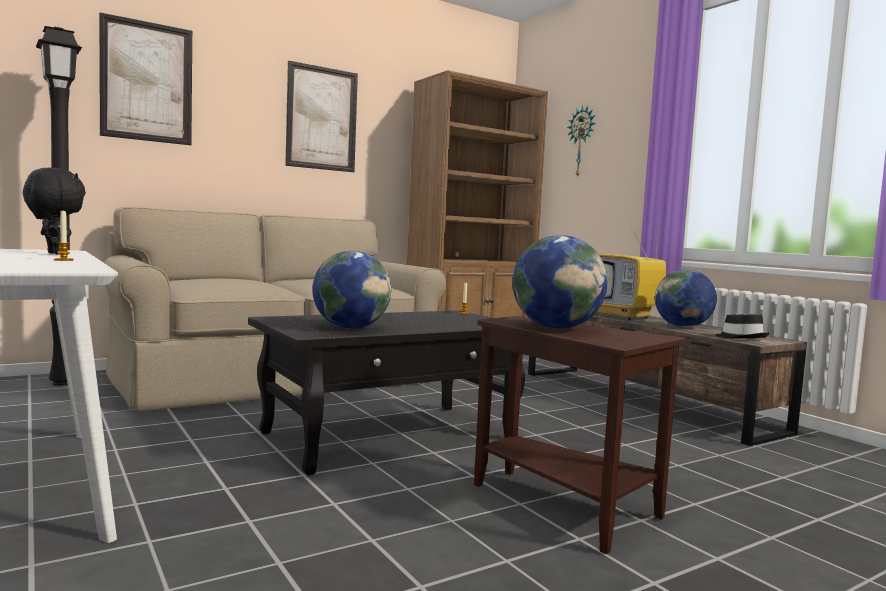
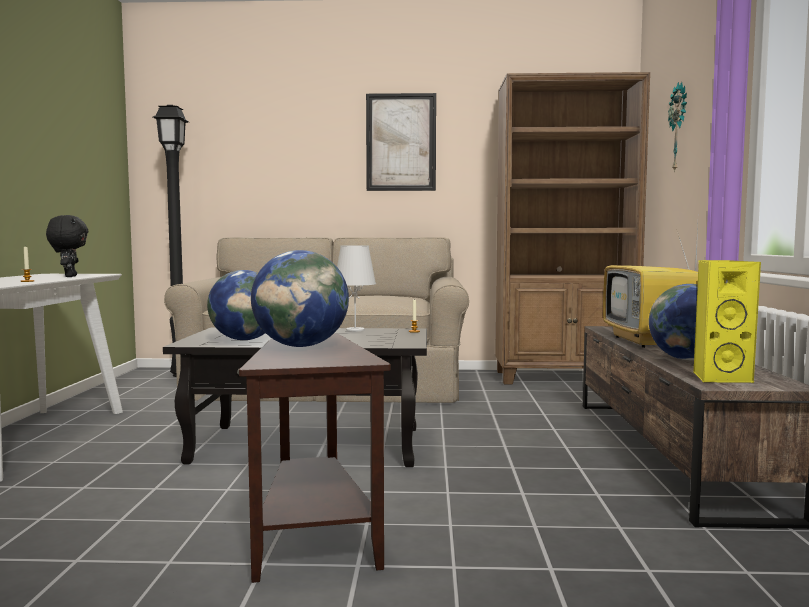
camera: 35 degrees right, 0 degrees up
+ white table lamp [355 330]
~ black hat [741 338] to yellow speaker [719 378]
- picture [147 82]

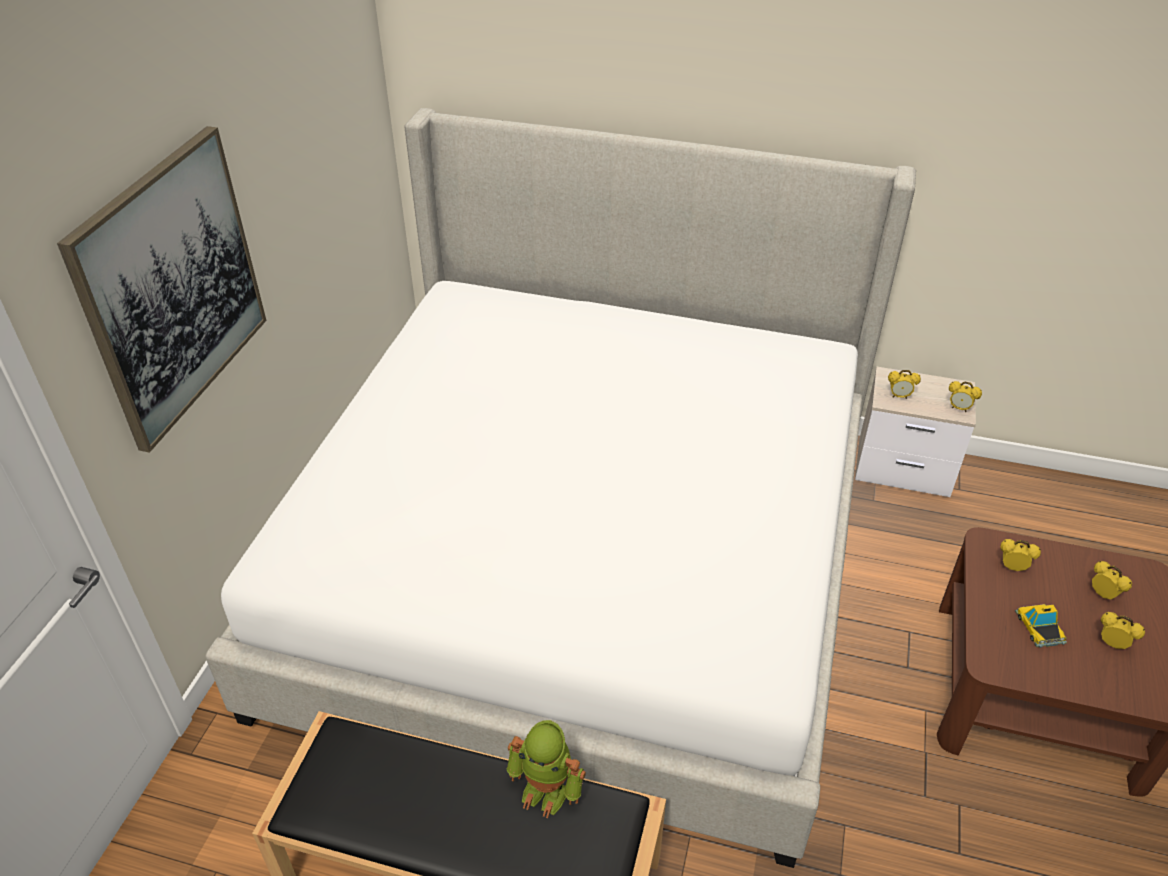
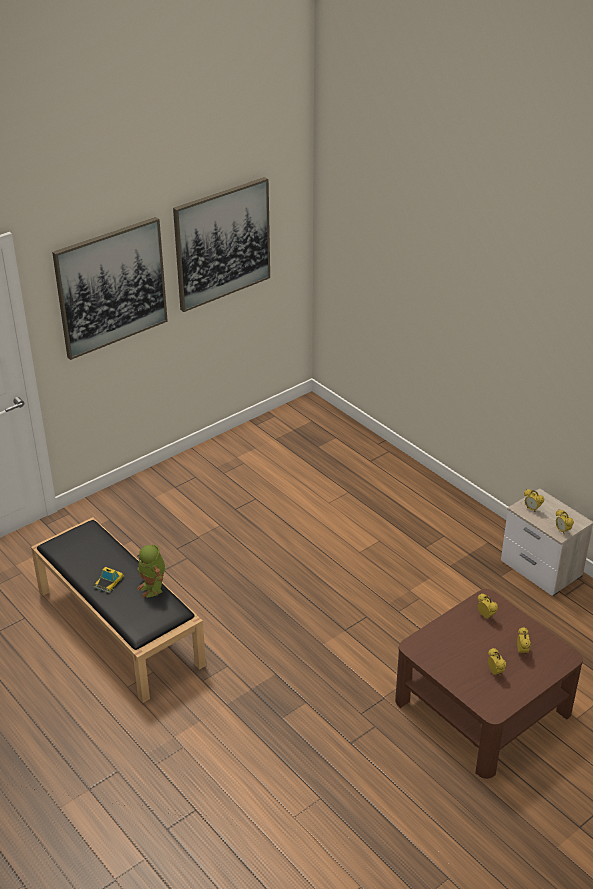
camera: 35 degrees right, 5 degrees down
~ toy car [1039 627] to [109 582]
+ picture [222 243]
- bed [584 562]

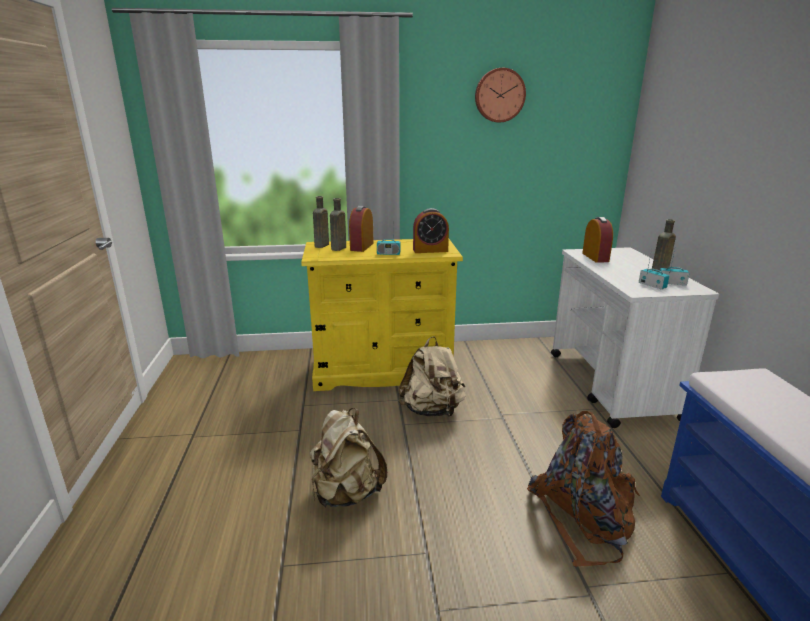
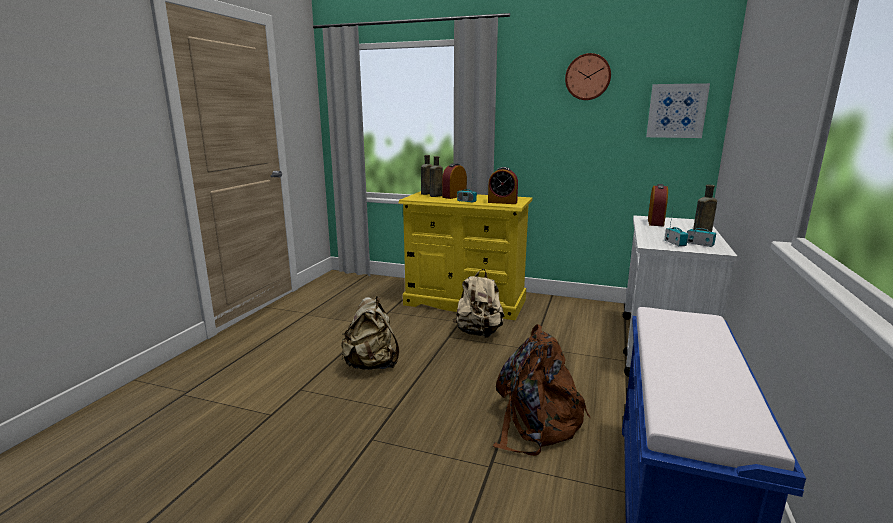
camera: 25 degrees right, 5 degrees down
+ picture [676 111]

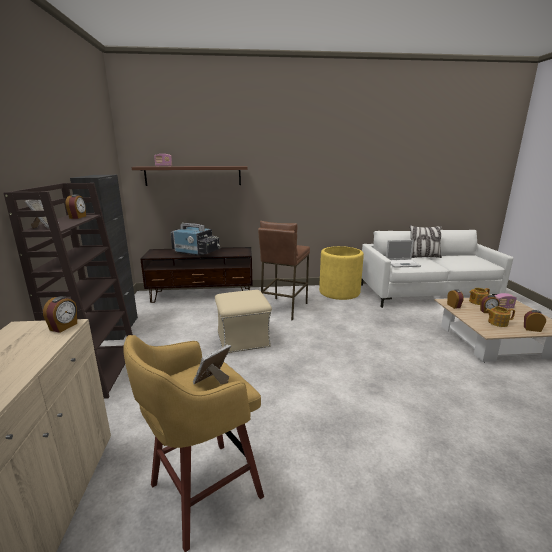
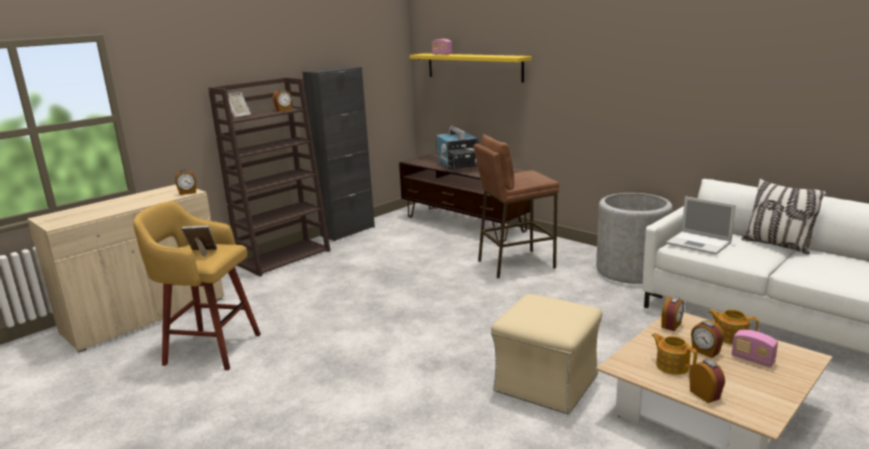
camera: 50 degrees right, 0 degrees up
~ brown shelf [193 176] to yellow shelf [473 67]
~ beige ottoman [243 339] to [547 383]
~ yellow planter [339 292] to grey planter [631 270]

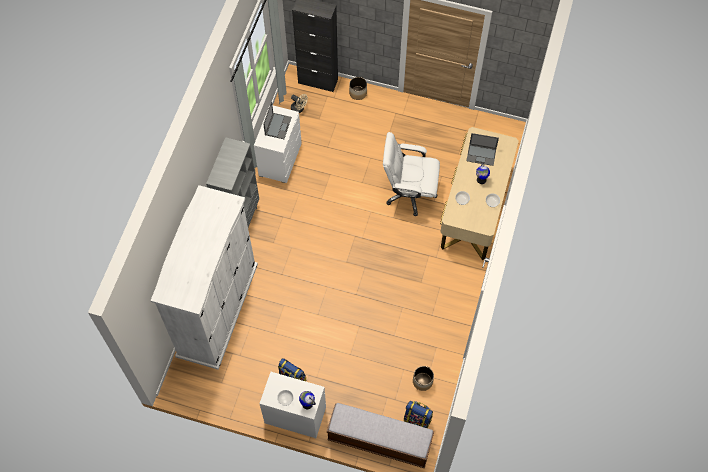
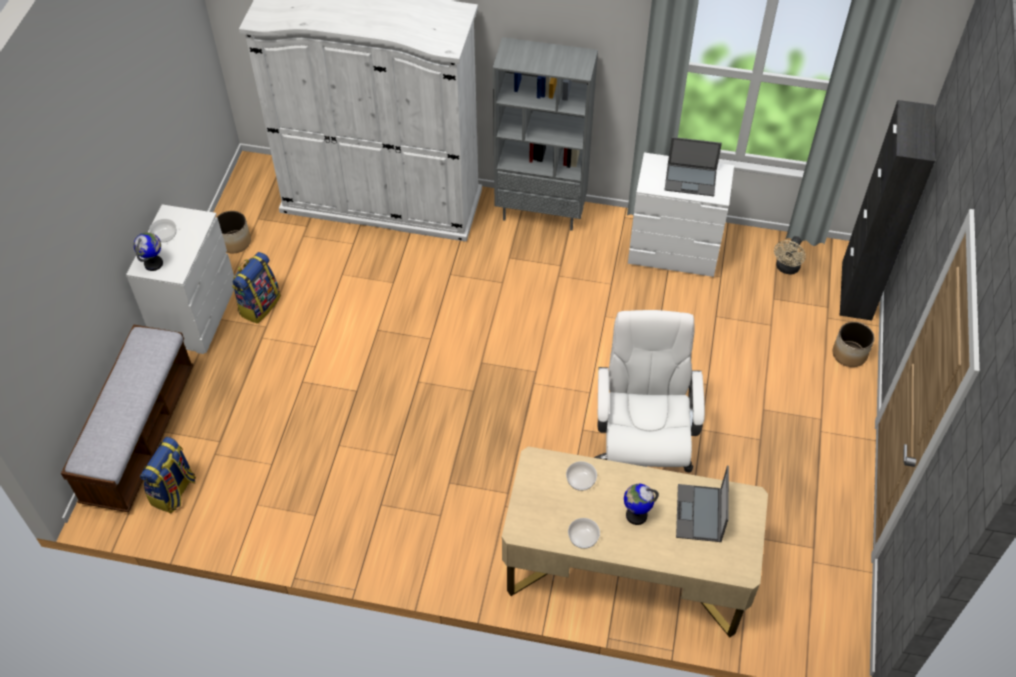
camera: 85 degrees right, 10 degrees down
~ planter [422 381] to [235 242]

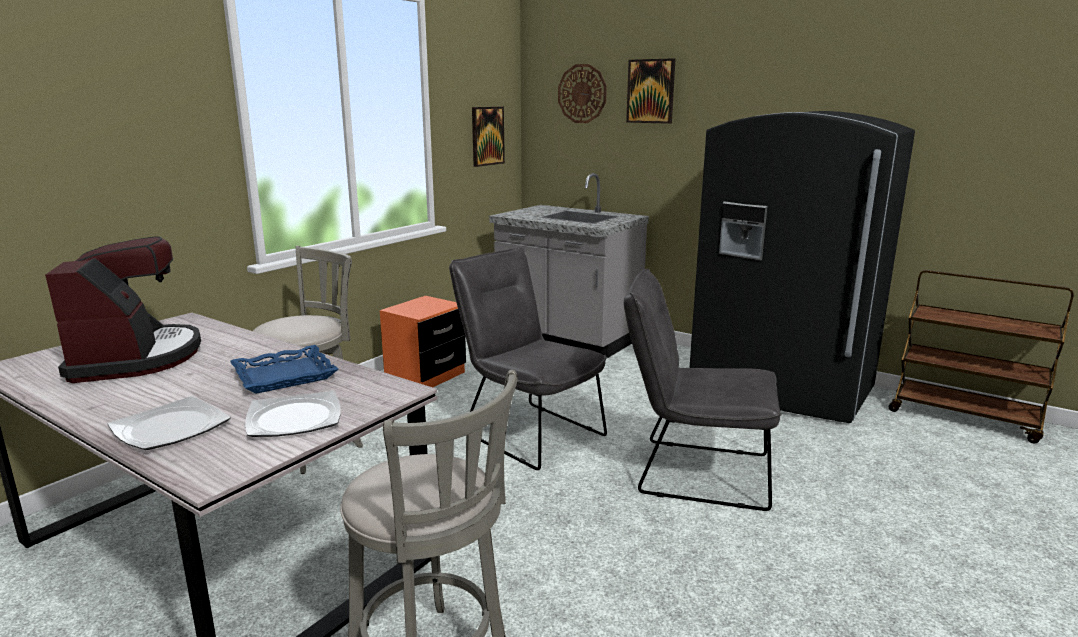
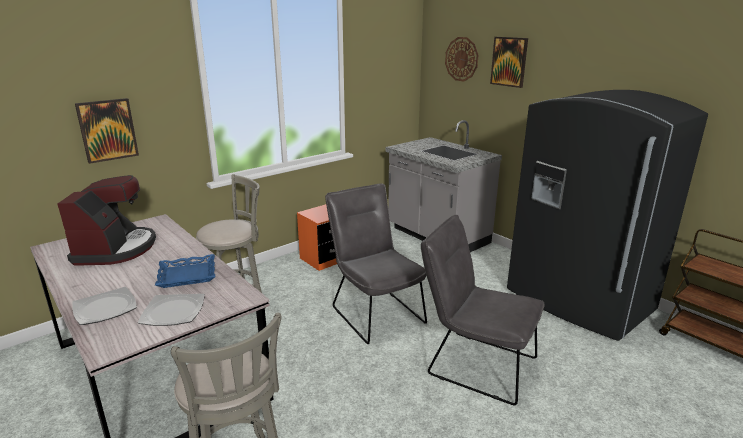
camera: 15 degrees right, 5 degrees up
~ picture [487 136] to [107 130]

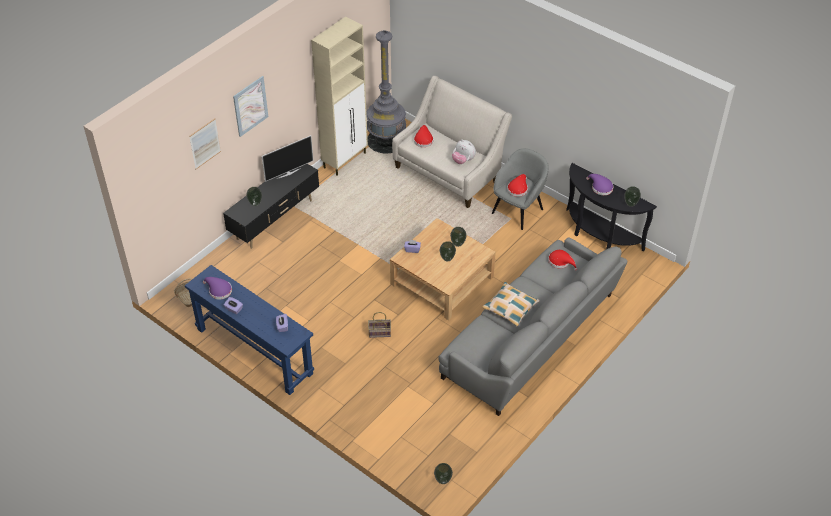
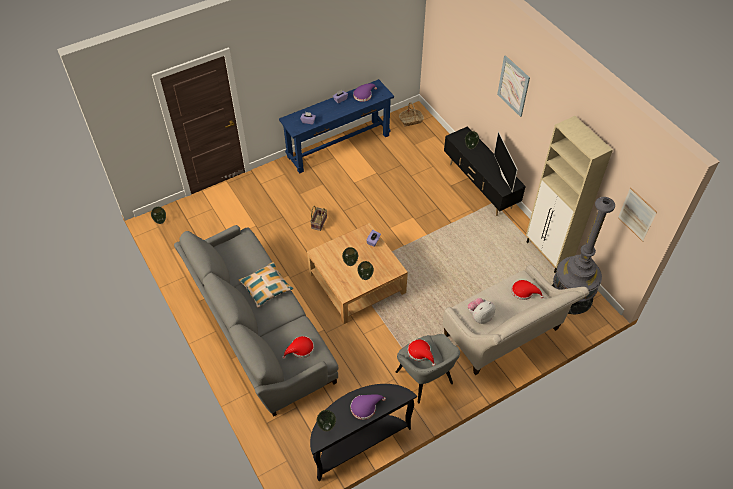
camera: 110 degrees right, 5 degrees up
~ picture [205 143] to [637 214]

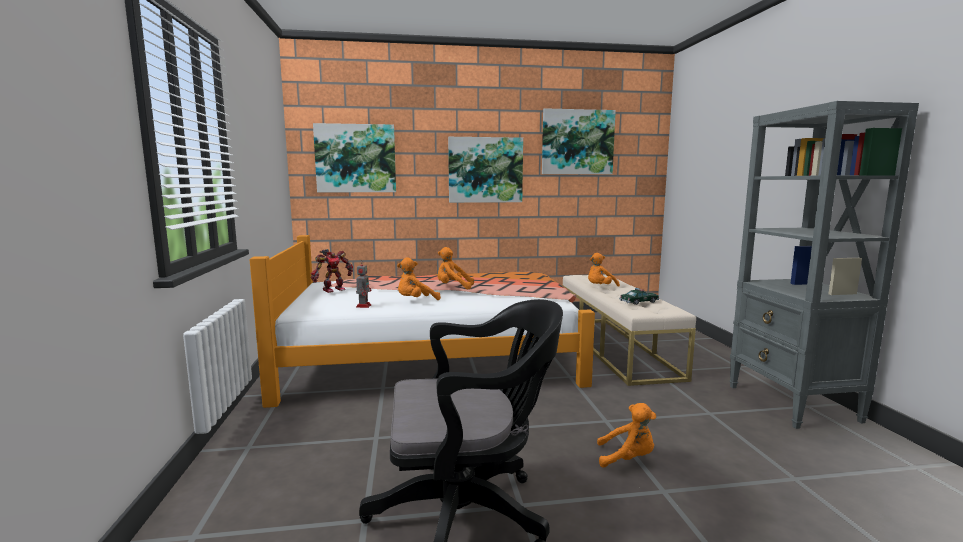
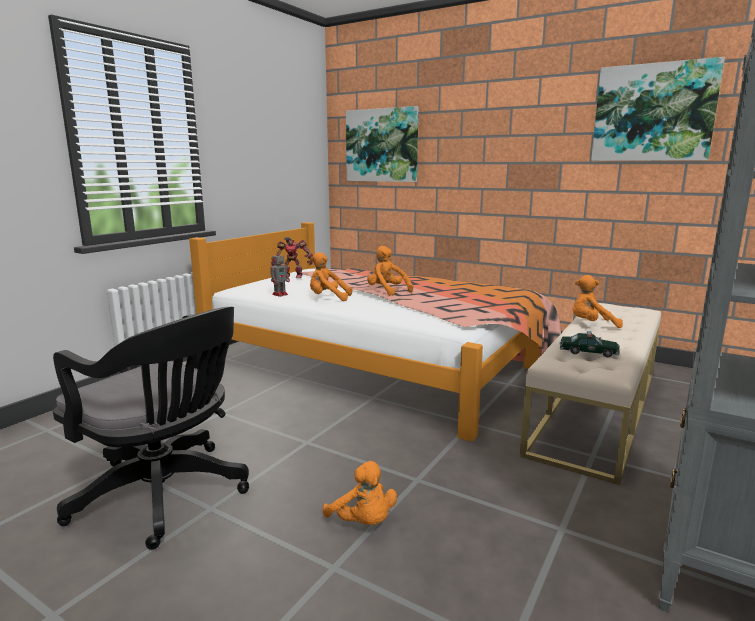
camera: 40 degrees right, 5 degrees up
- picture [485 170]

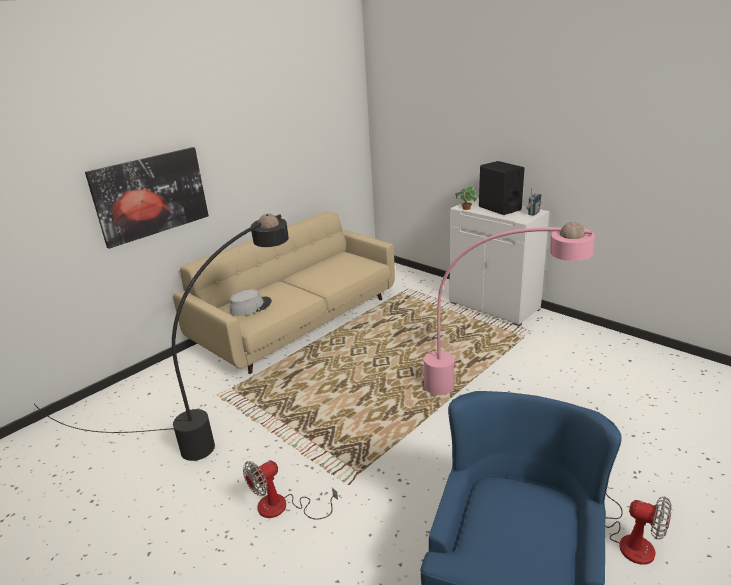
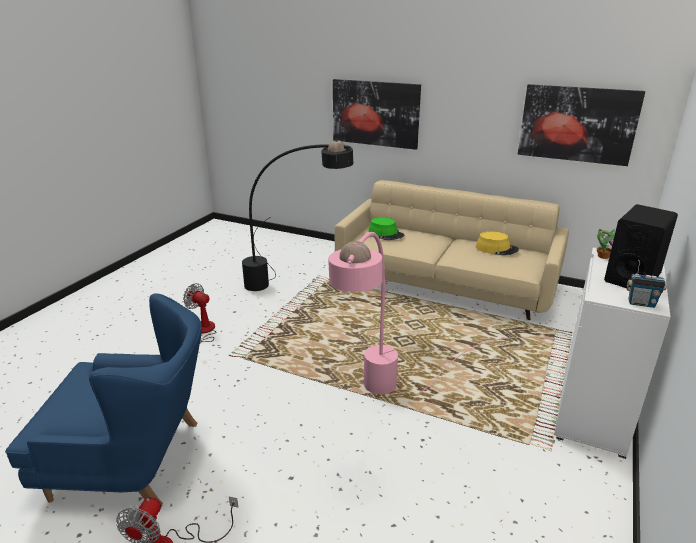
camera: 70 degrees right, 0 degrees up
~ grey hat [250 307] to green hat [386 234]
+ yellow hat [496 249]
+ picture [577 124]

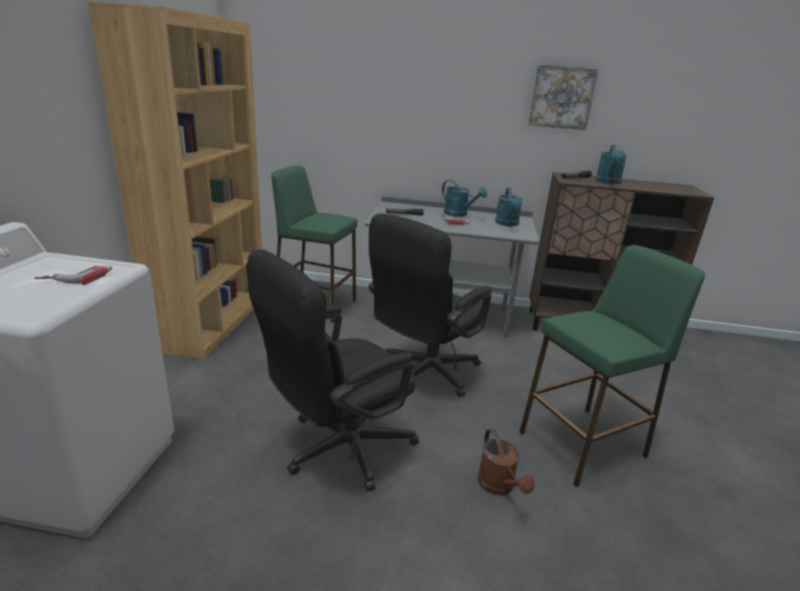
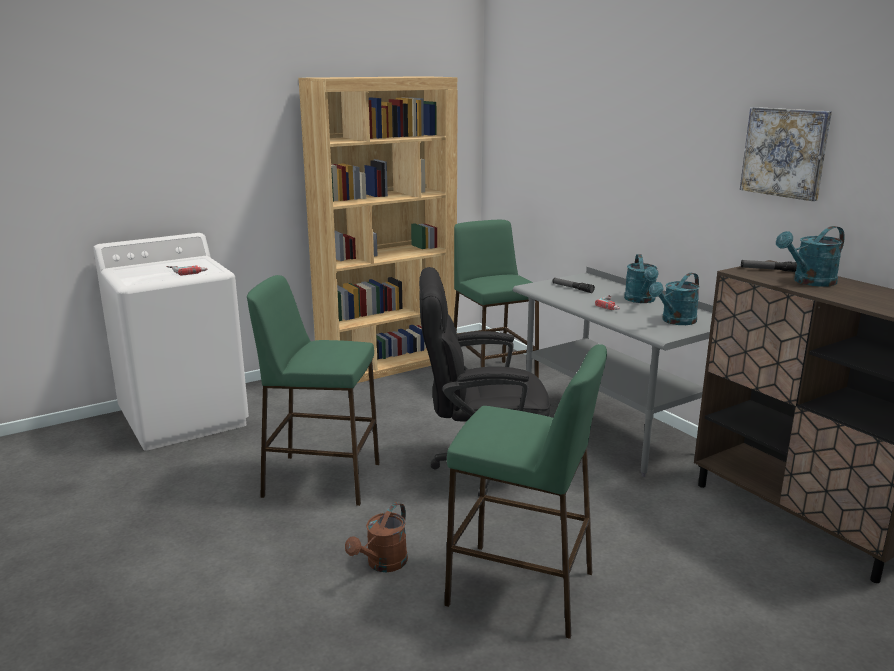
camera: 50 degrees right, 5 degrees down
~ black office chair [338 450] to green stool [321 479]

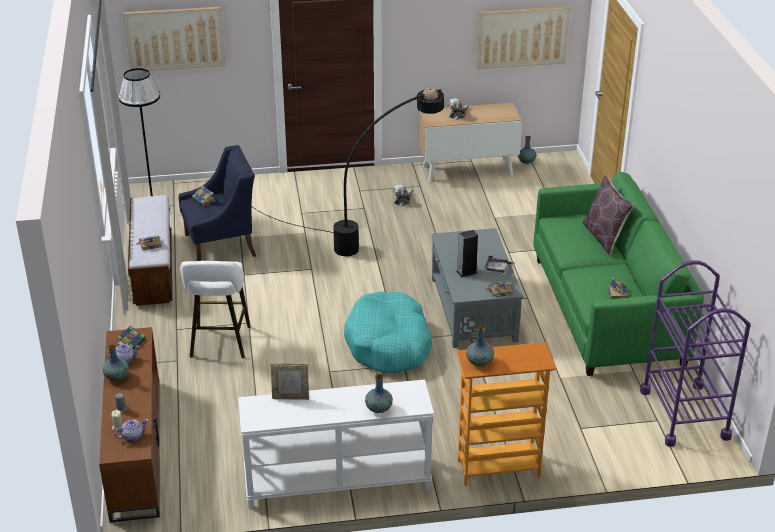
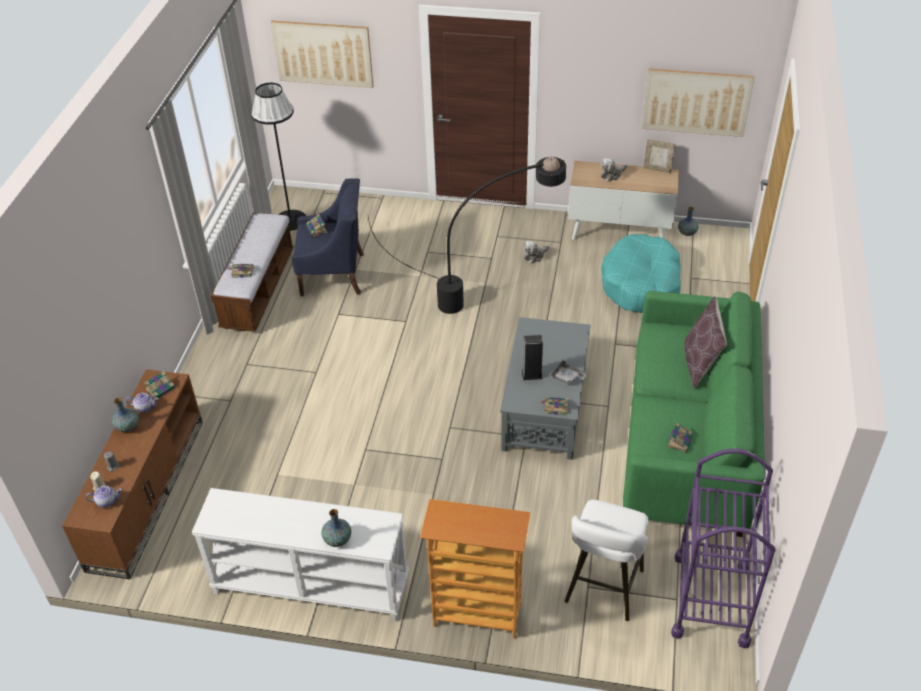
camera: 20 degrees right, 10 degrees up
~ white stool [220 344] to [603 590]
~ turquoise dog bed [389 344] to [641 284]
~ picture frame [290 397] to [657 169]
- vase [479 362]

